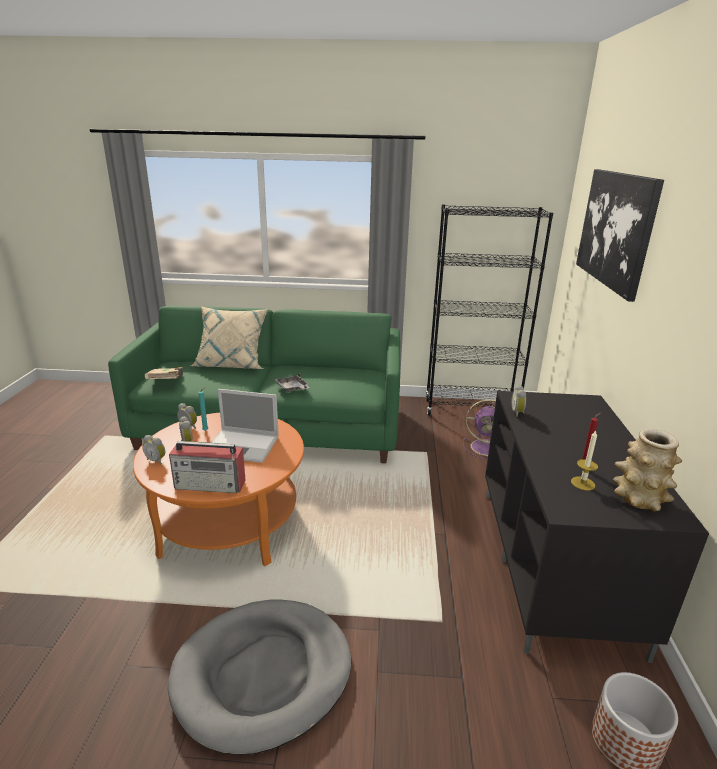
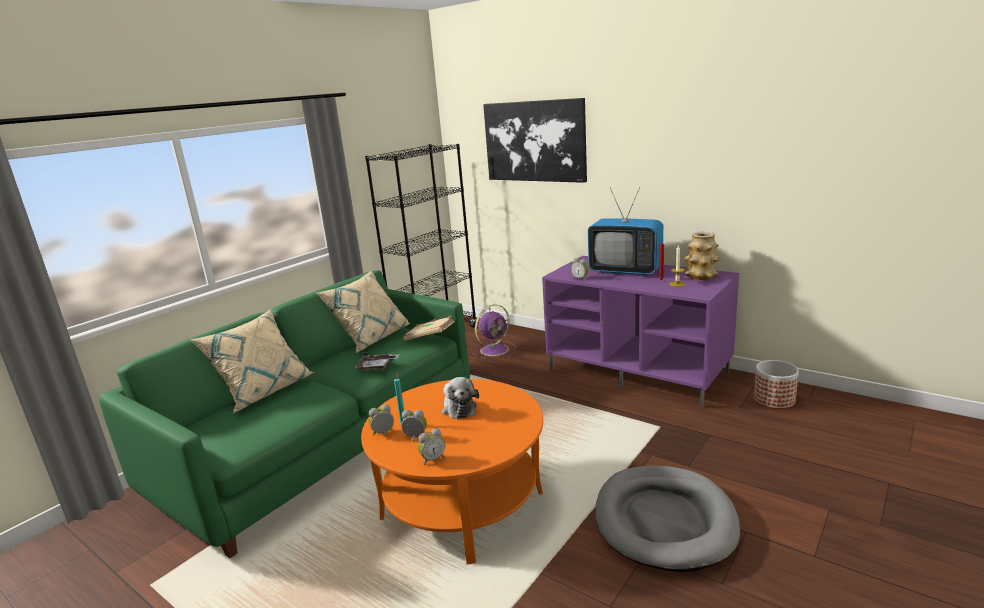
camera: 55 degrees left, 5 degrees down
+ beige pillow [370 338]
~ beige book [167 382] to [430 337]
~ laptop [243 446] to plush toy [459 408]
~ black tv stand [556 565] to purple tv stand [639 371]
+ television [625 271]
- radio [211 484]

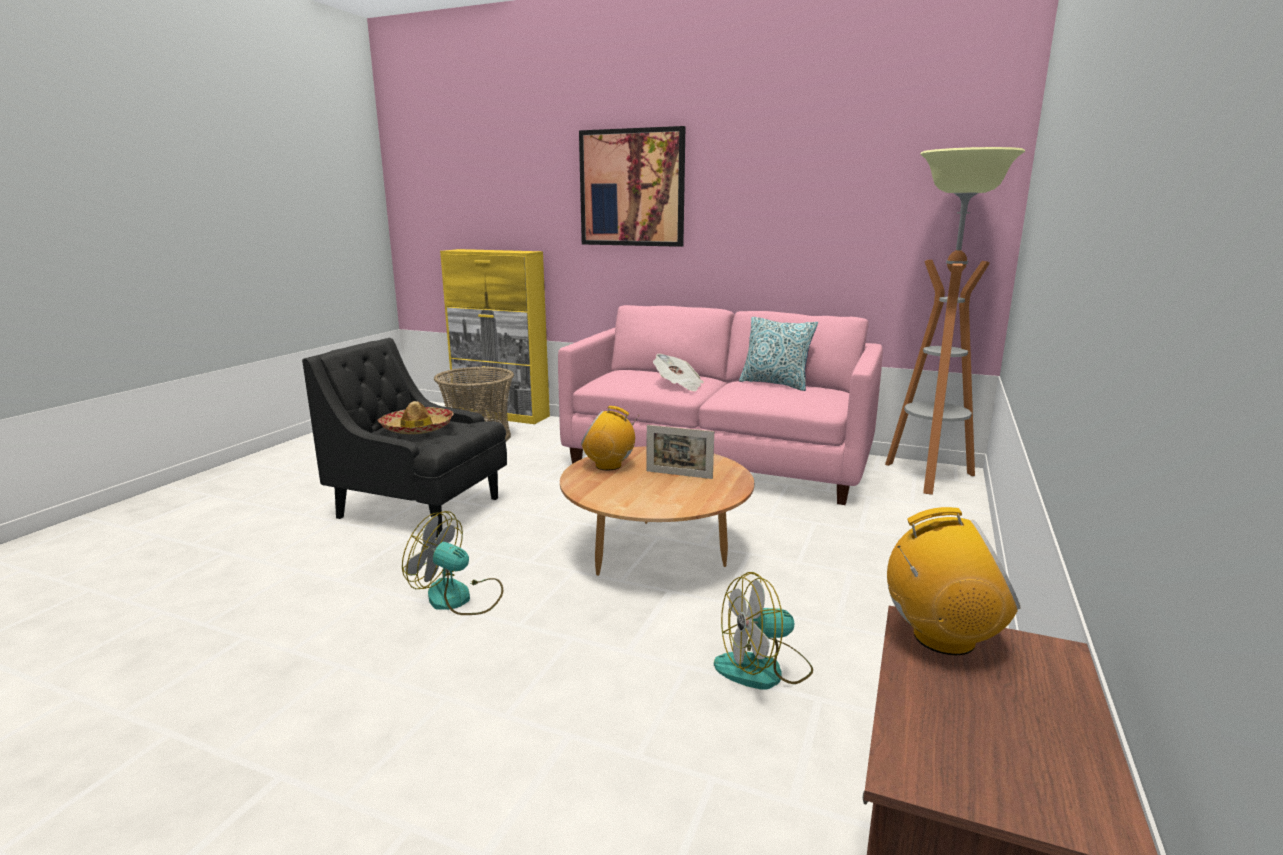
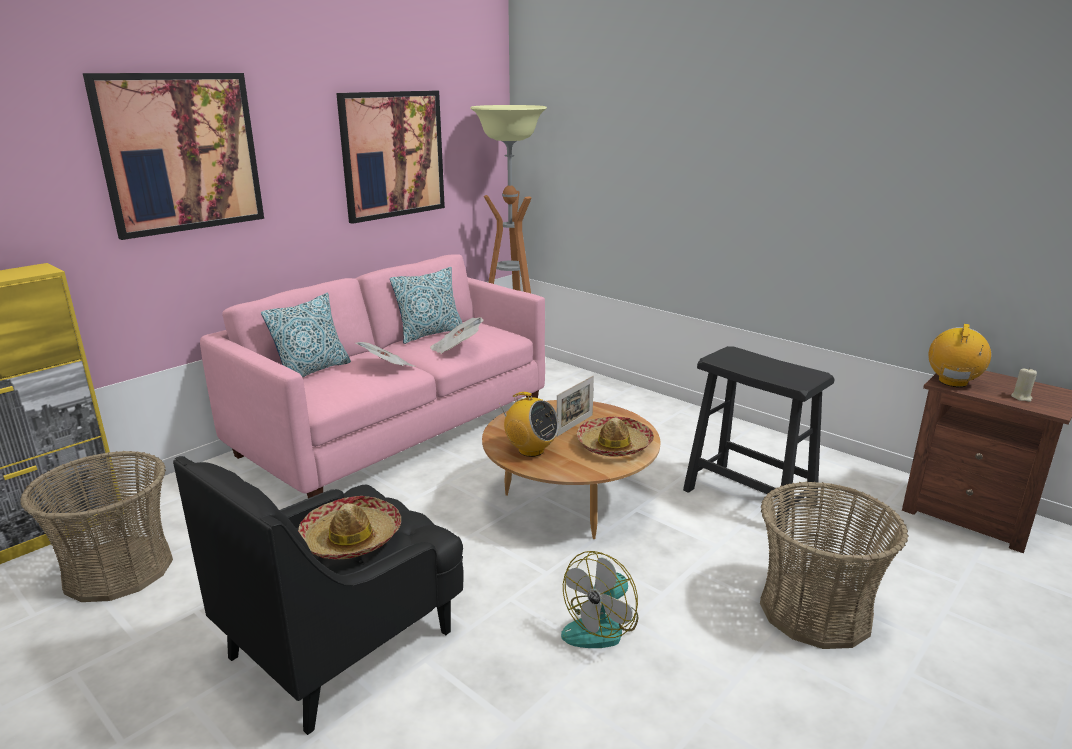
camera: 70 degrees left, 5 degrees up
+ pillow [312 371]
+ picture [393 155]
+ newspaper [456 349]
~ radio [609 465] = [530 450] 90 degrees counterclockwise
+ hat [614 445]
~ fan [763 669] to black stool [749 497]
+ basket [815 610]
+ beige candle [1021 397]

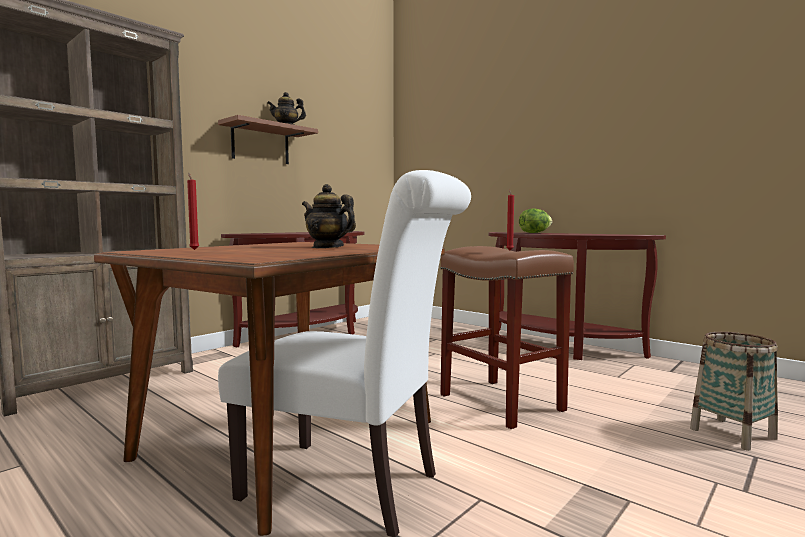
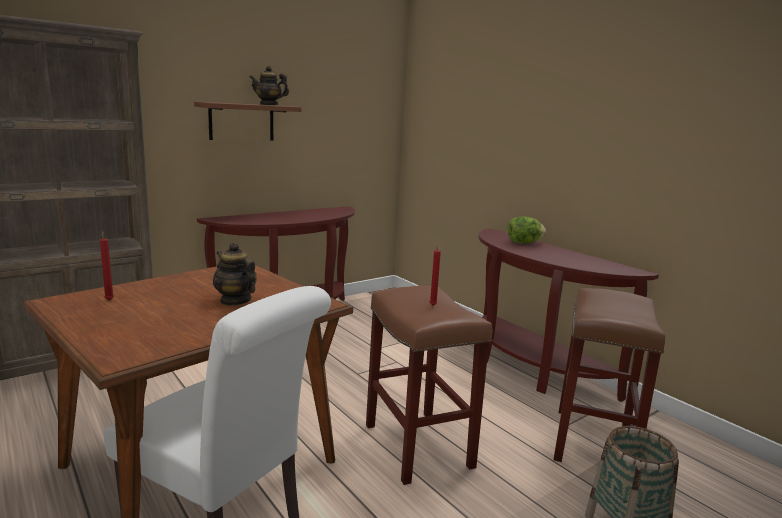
camera: 10 degrees right, 10 degrees up
+ brown stool [594 443]

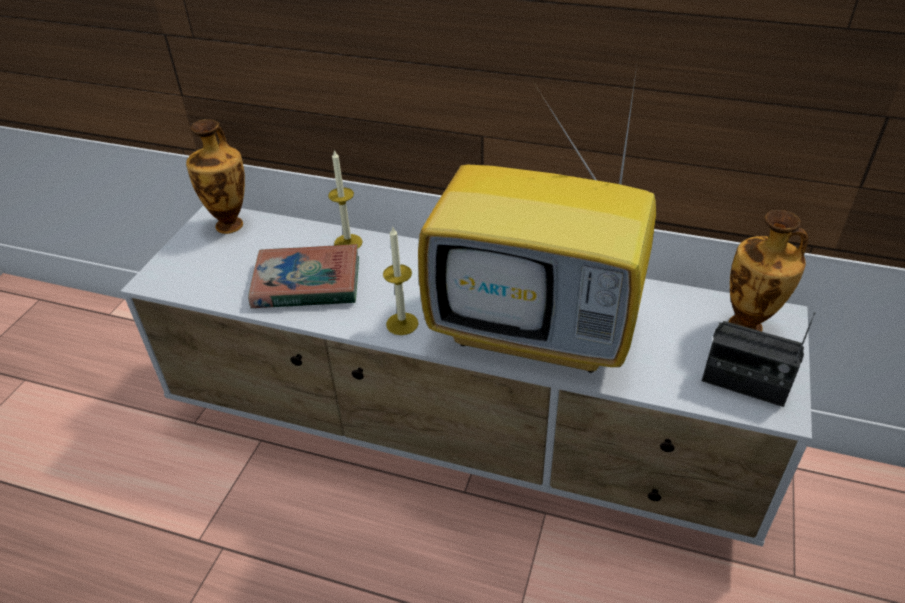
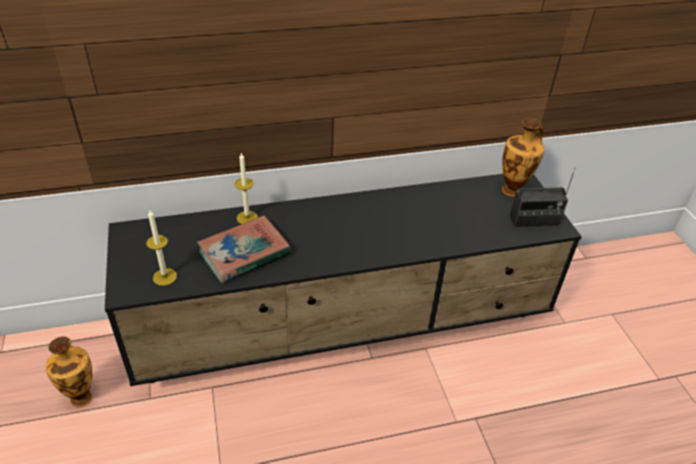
camera: 35 degrees left, 0 degrees up
~ vase [231 224] to [82 396]
~ white tv stand [460 437] to black tv stand [345 327]
~ candle [402 324] to [165 277]
- television [539 330]

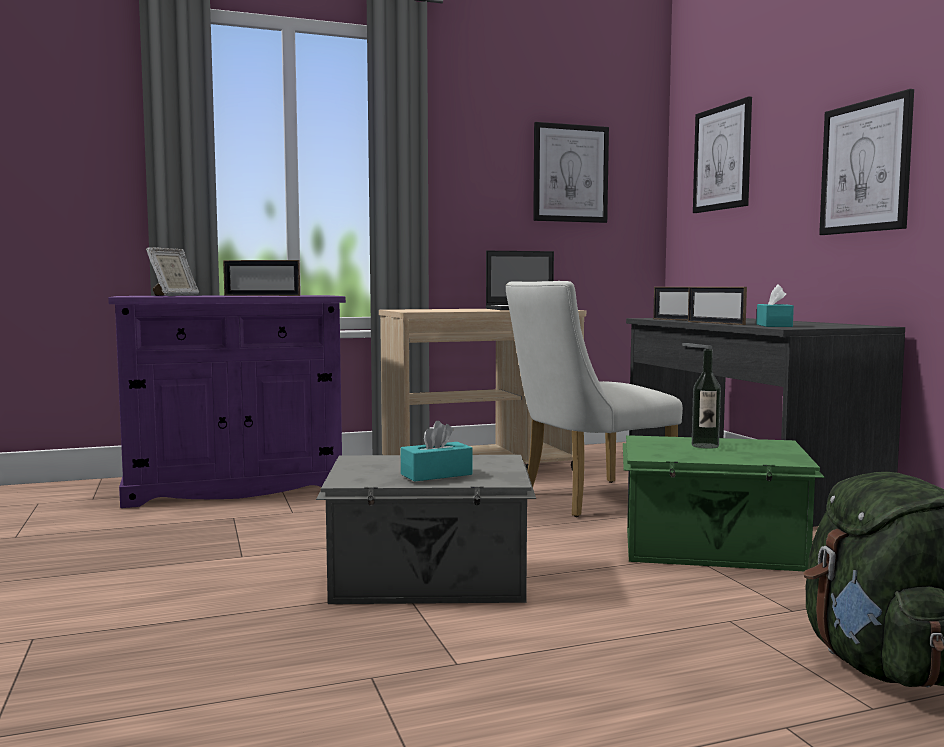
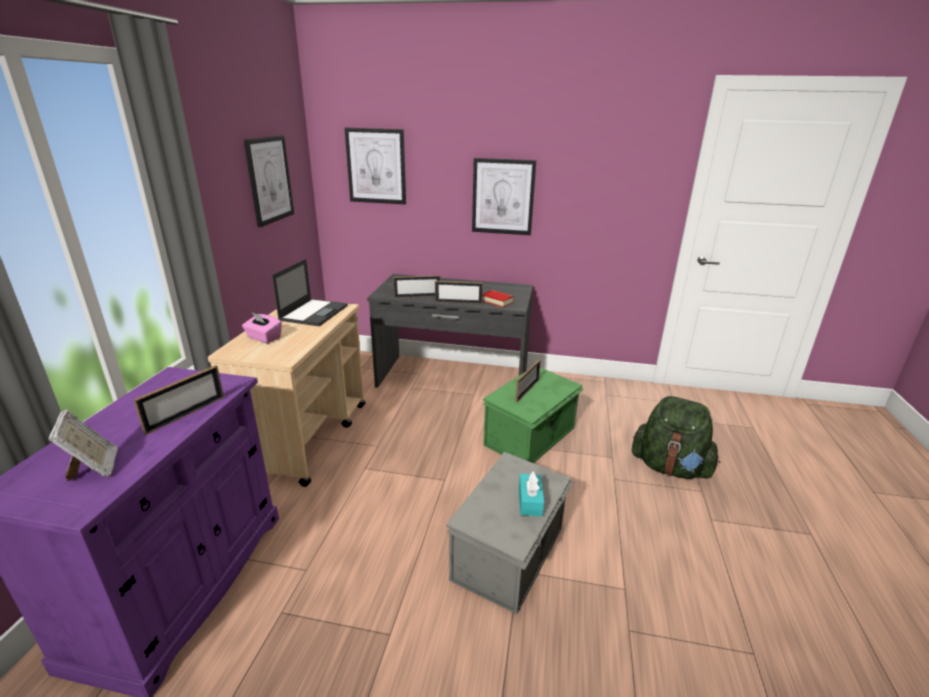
camera: 60 degrees left, 20 degrees up
+ pink tissue box [263 338]
~ turquoise tissue box [774 325] to book [497 301]
~ bottle [705 446] to picture frame [527 390]
- white chair [586 500]

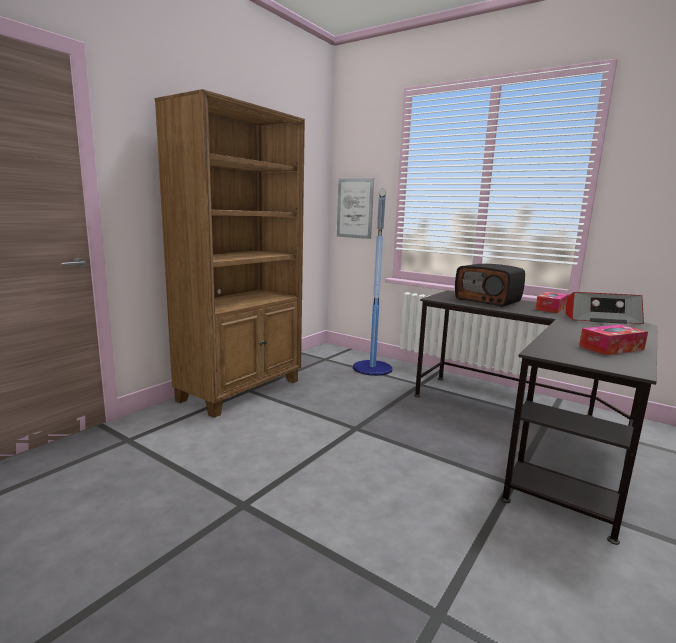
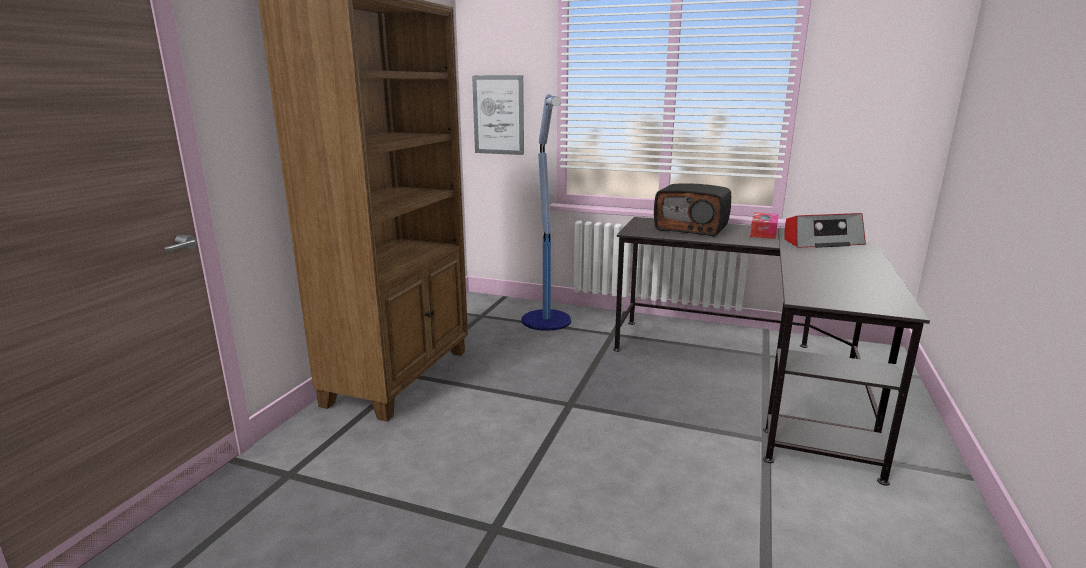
camera: 15 degrees left, 5 degrees up
- tissue box [611 348]

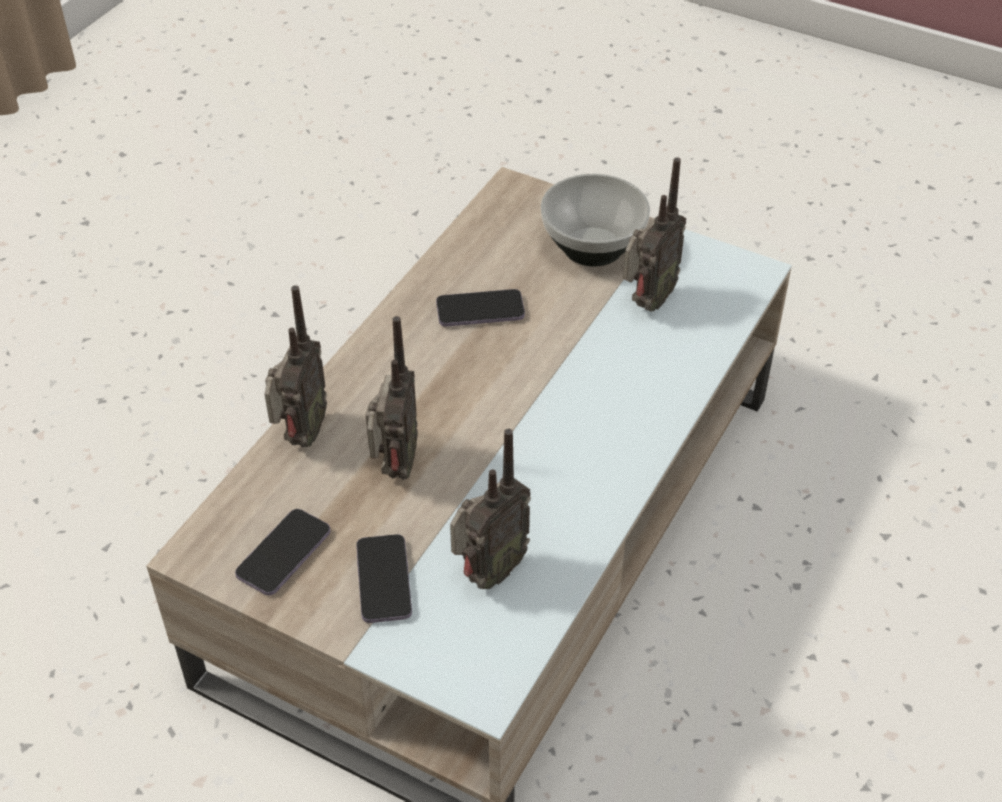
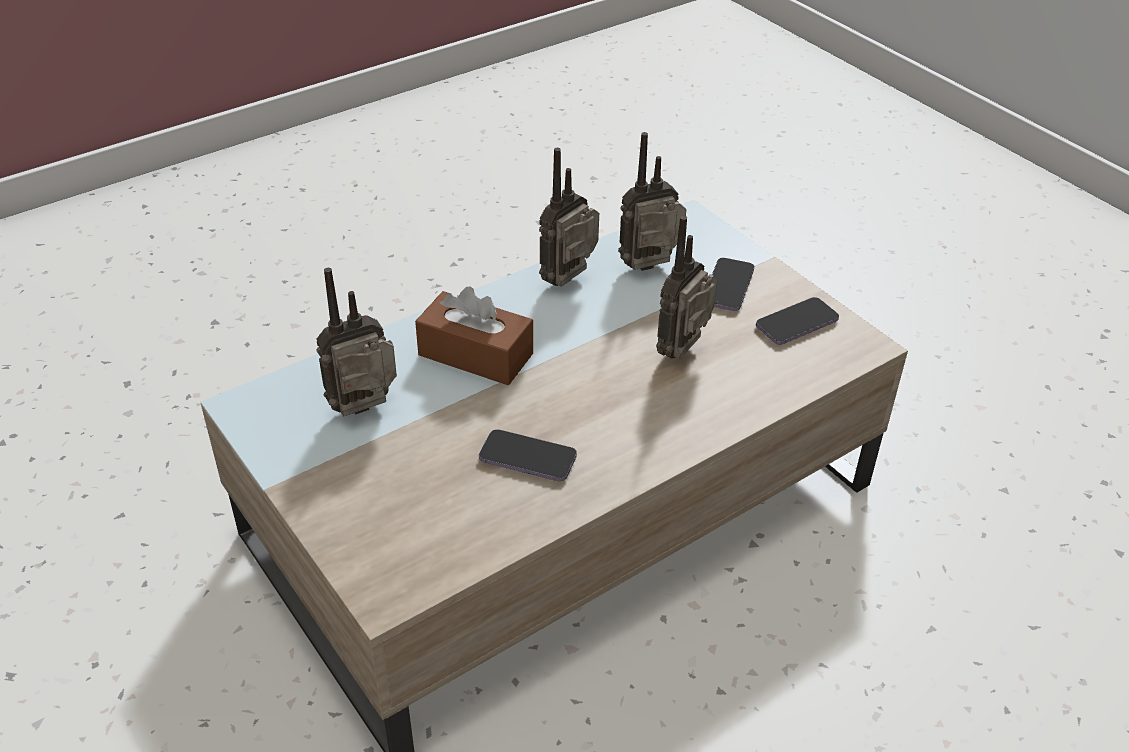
camera: 155 degrees left, 5 degrees down
+ brown tissue box [475 354]
~ radio [300 436] to [570 282]
- bowl [592 246]

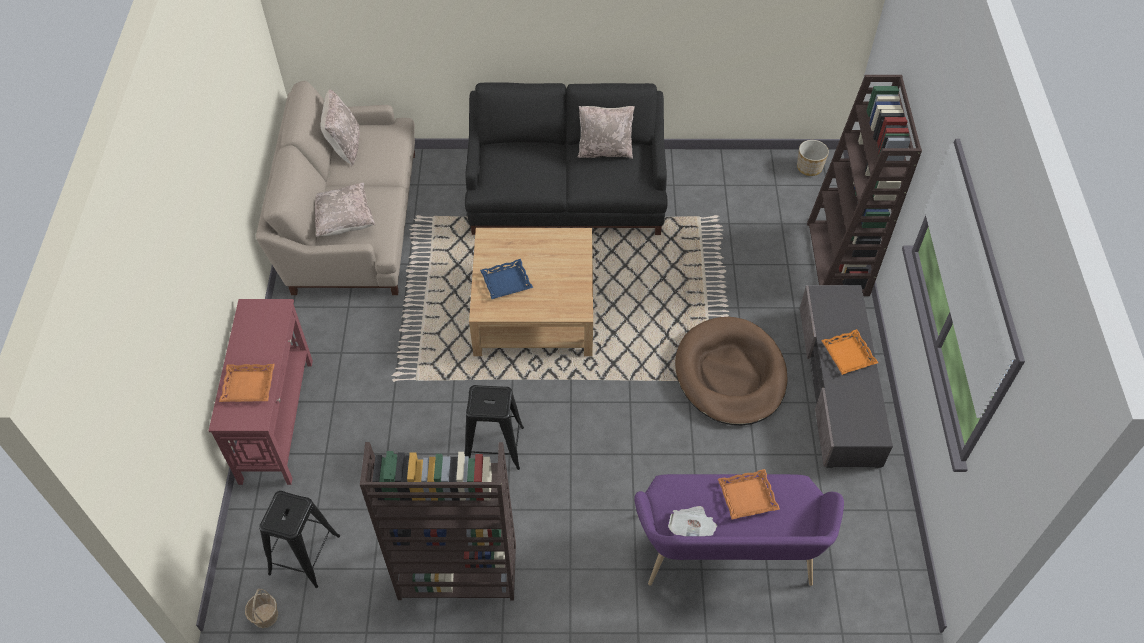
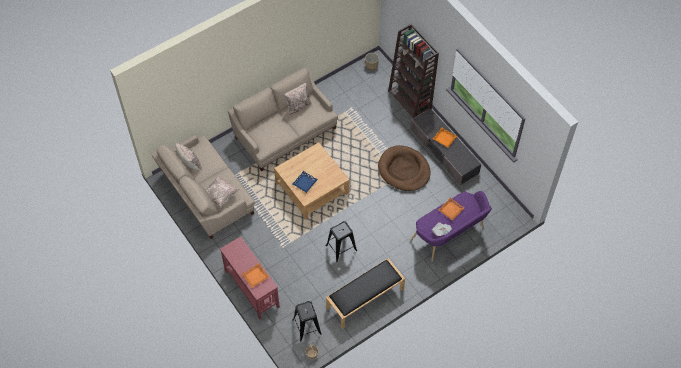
camera: 35 degrees left, 5 degrees up
~ black sofa [566 193] to beige sofa [284 131]
~ brown bookcase [456 572] to black bench [365 298]

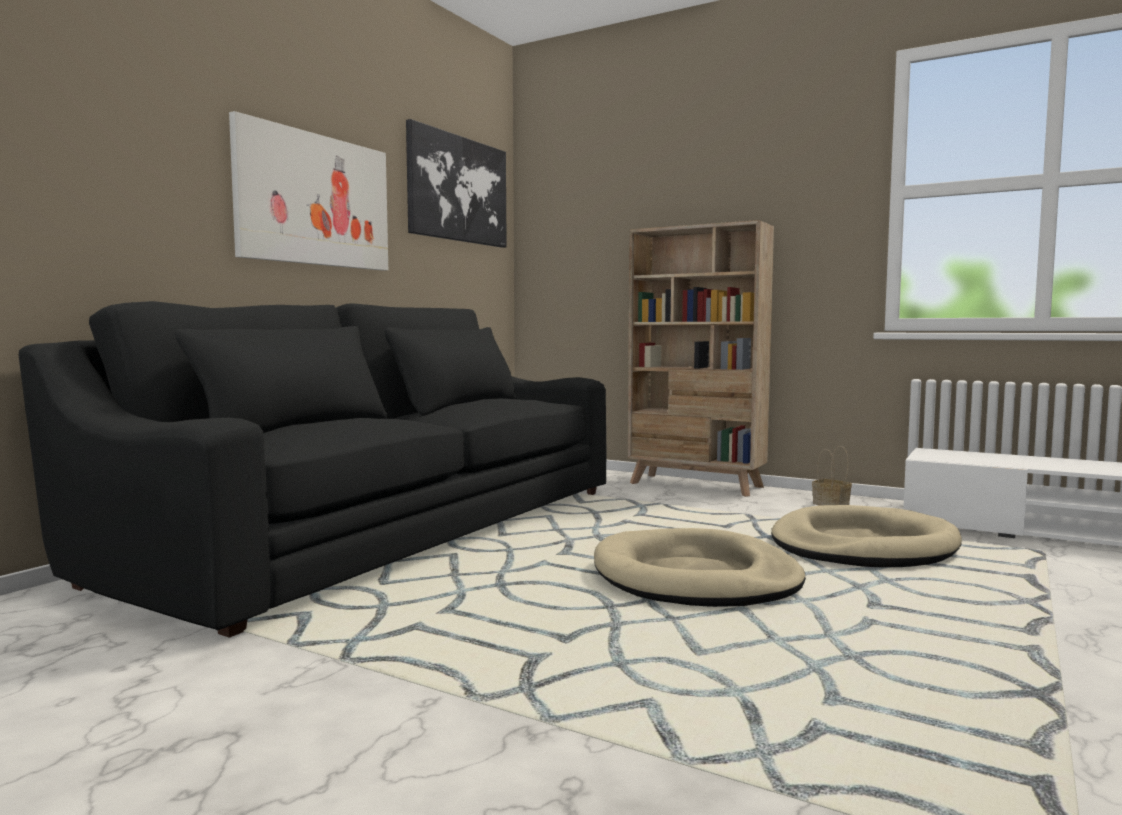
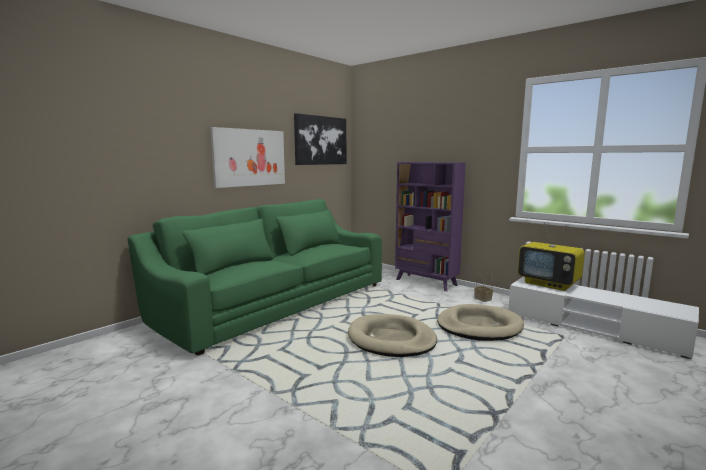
camera: 10 degrees right, 5 degrees up
~ black sofa [386 529] to green sofa [276 302]
~ beige bookcase [696 485] to purple bookcase [426 282]
+ television [549 284]

